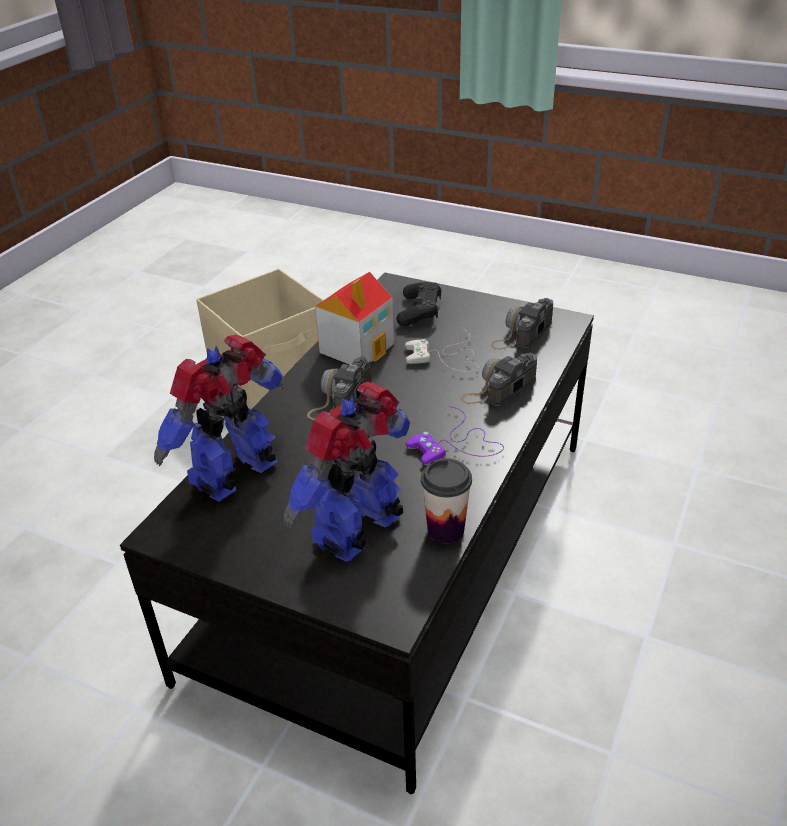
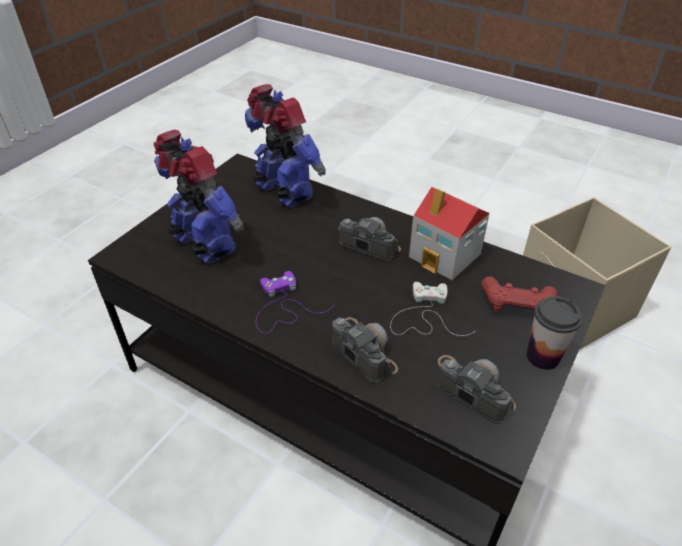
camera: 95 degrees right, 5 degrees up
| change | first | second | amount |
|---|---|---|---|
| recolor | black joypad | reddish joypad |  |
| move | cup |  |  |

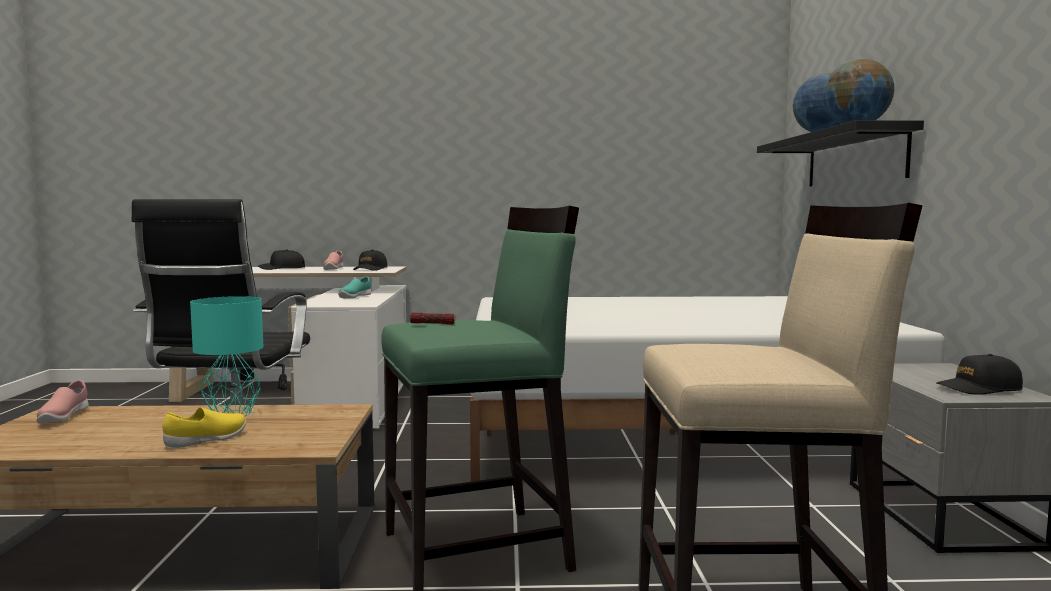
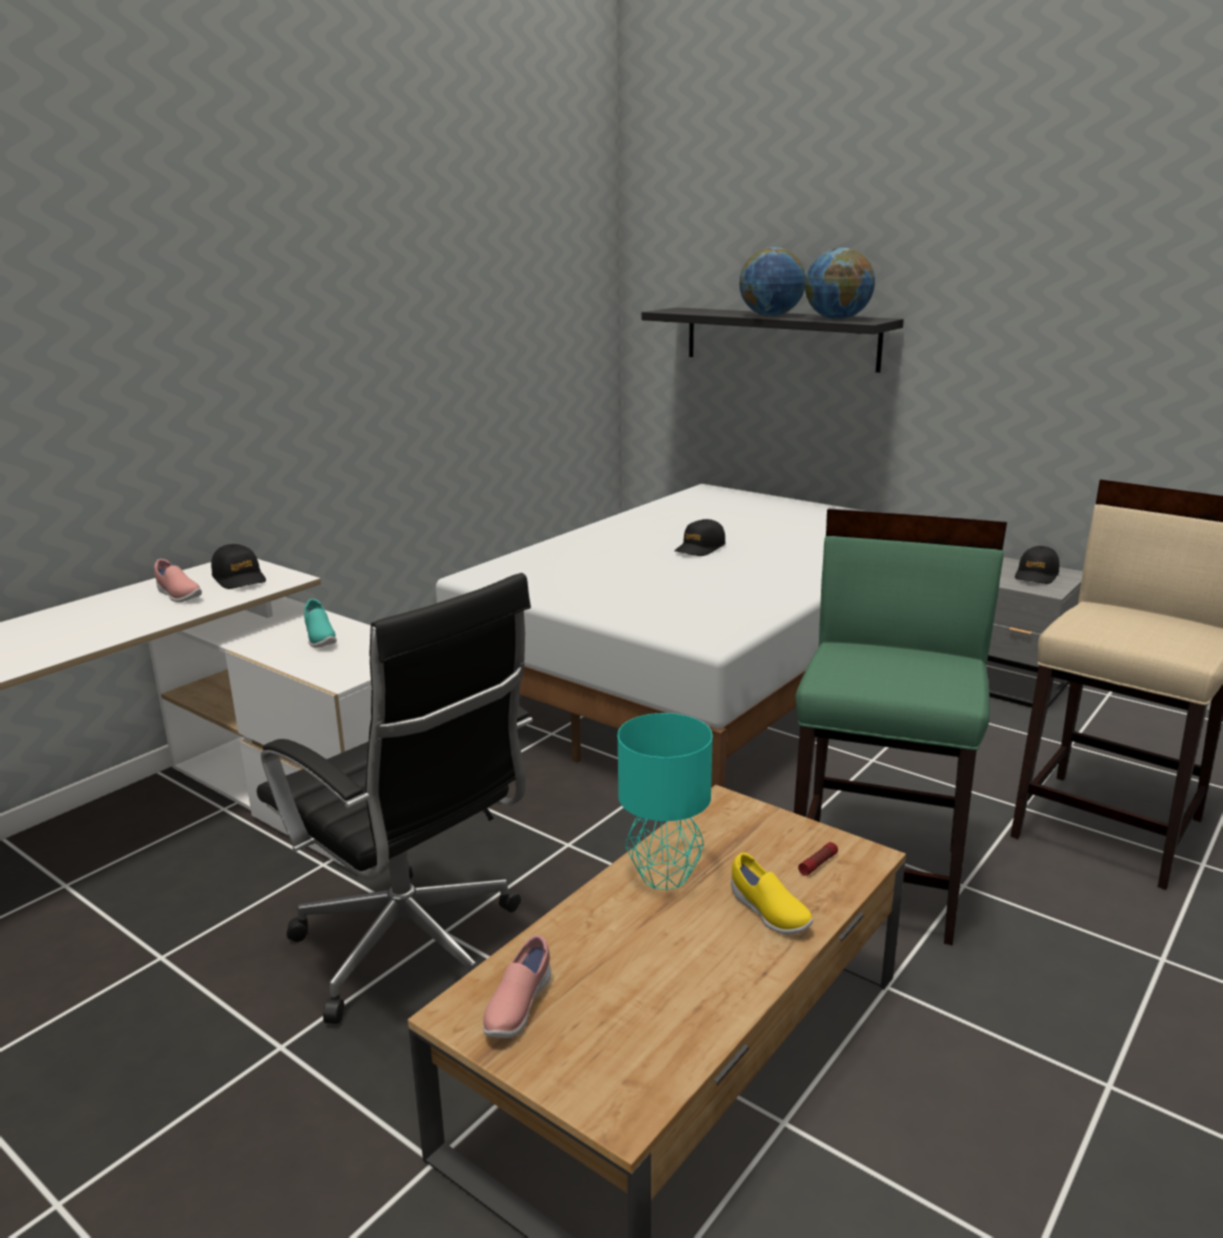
camera: 50 degrees left, 15 degrees up
| change | first | second | amount |
|---|---|---|---|
| rotate | pink low shoe (1st from left in the first image) | pink low shoe (2nd from left) | 75 degrees clockwise |
| rotate | yellow-coloured low shoe |  | 150 degrees clockwise |
| move | black baseball cap (1st from left in the first image) | black baseball cap (2nd from left) |  |
| move | hand torch |  |  |

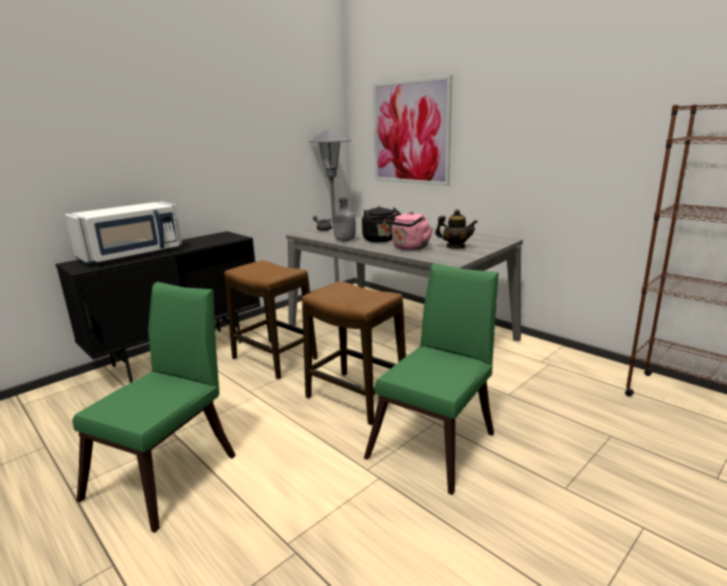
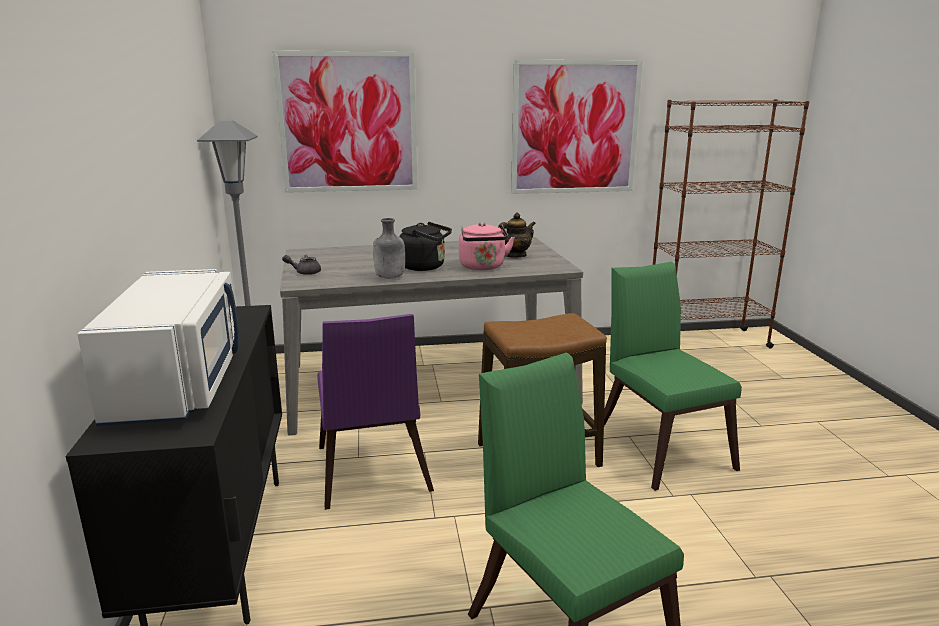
camera: 55 degrees left, 0 degrees up
| change | first | second | amount |
|---|---|---|---|
| replace | stool (1st from left) | purplish chair |  |
| insert |  | wall art (2nd from left) |  |

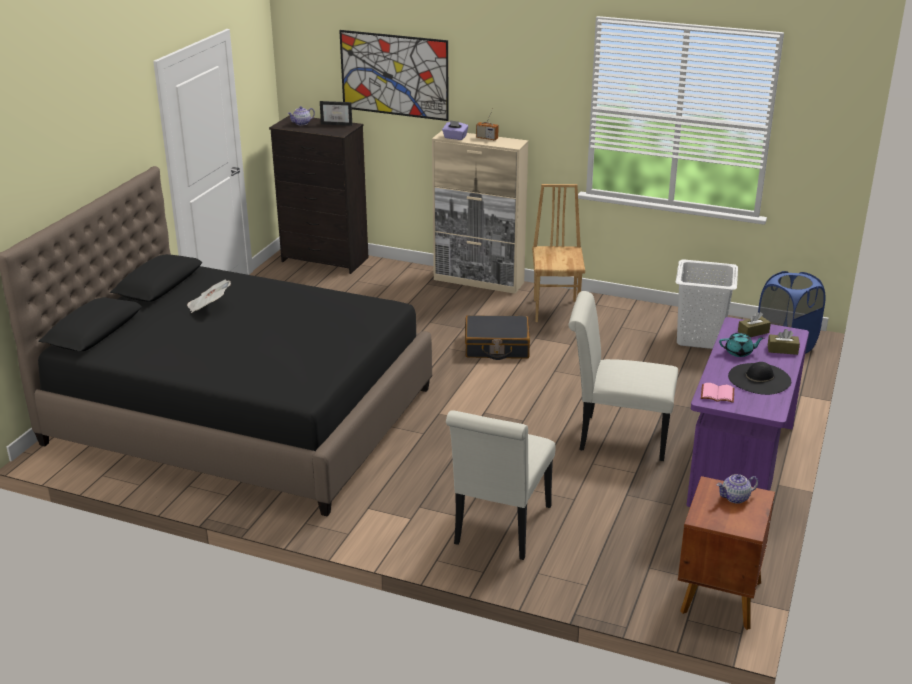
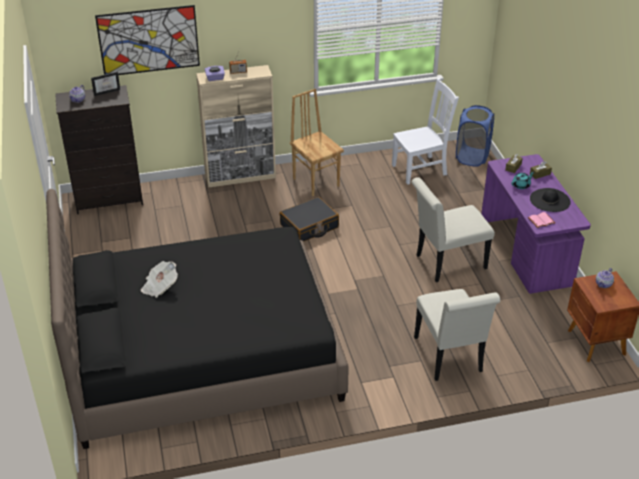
camera: 35 degrees left, 10 degrees up
| change | first | second | amount |
|---|---|---|---|
| replace | whitish hamper | whitish chair (1st from left) |  |

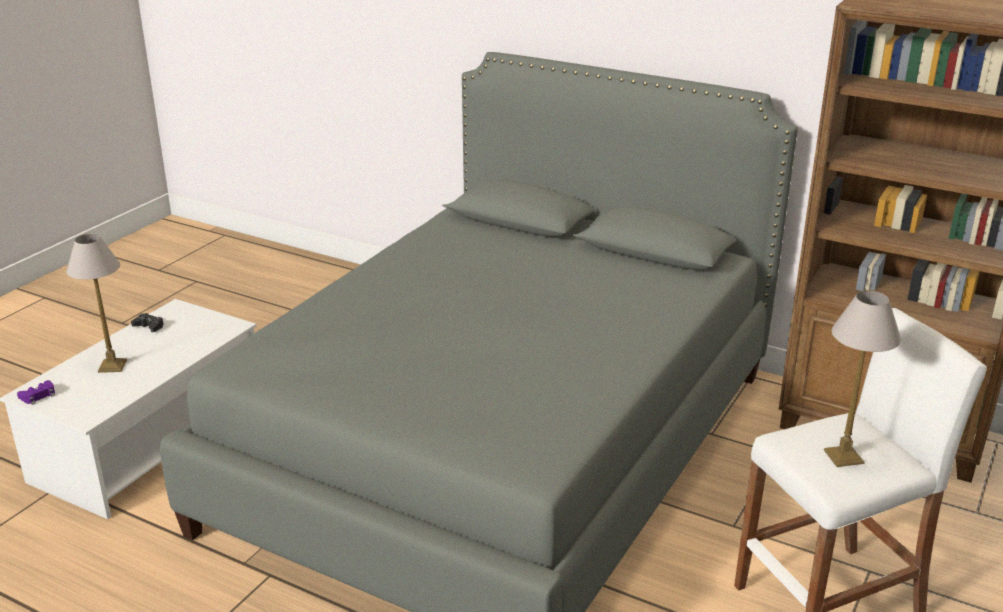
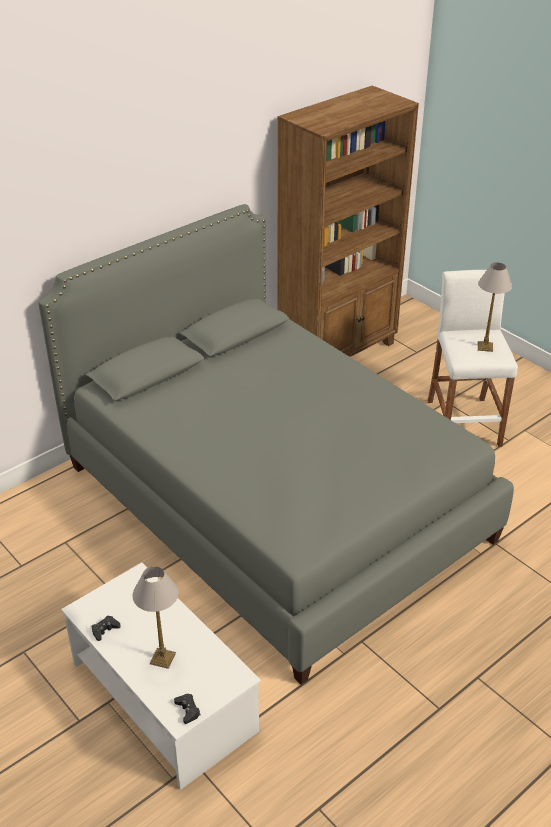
camera: 70 degrees left, 10 degrees up
| change | first | second | amount |
|---|---|---|---|
| recolor | purplish joypad | black joypad (2nd from left) |  |

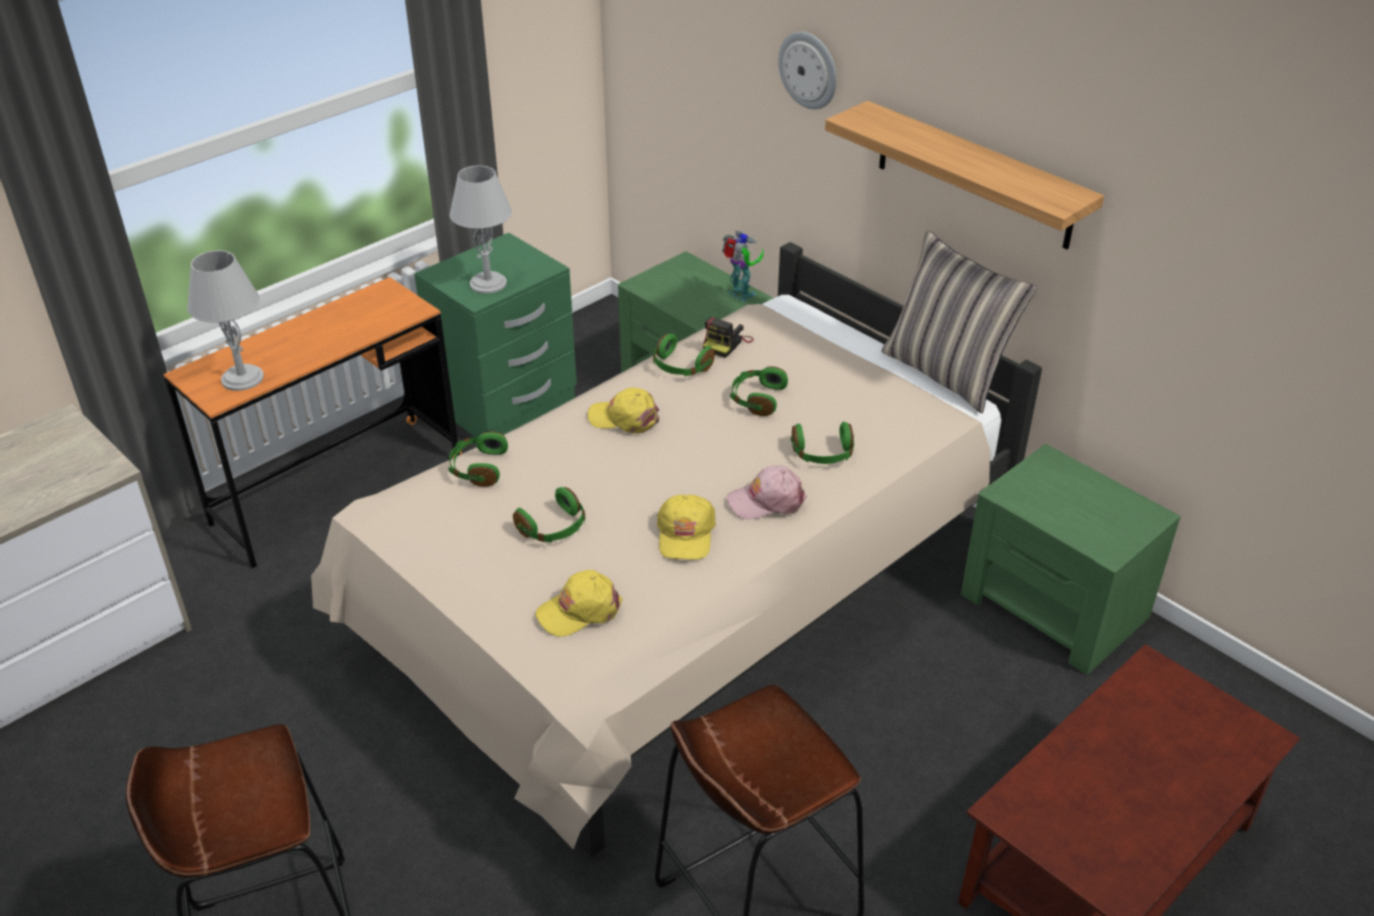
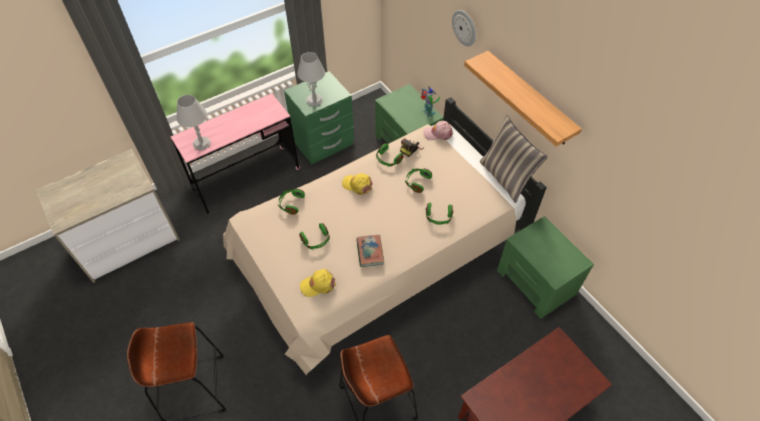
camera: 10 degrees right, 15 degrees up
| change | first | second | amount |
|---|---|---|---|
| recolor | orangey desk unit | pink desk unit |  |
| replace | yellow-coloured baseball cap (3rd from left) | volume |  |
| move | pink baseball cap |  |  |

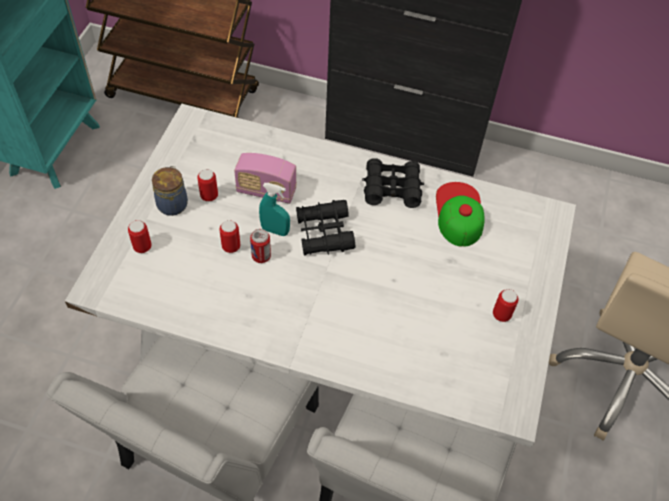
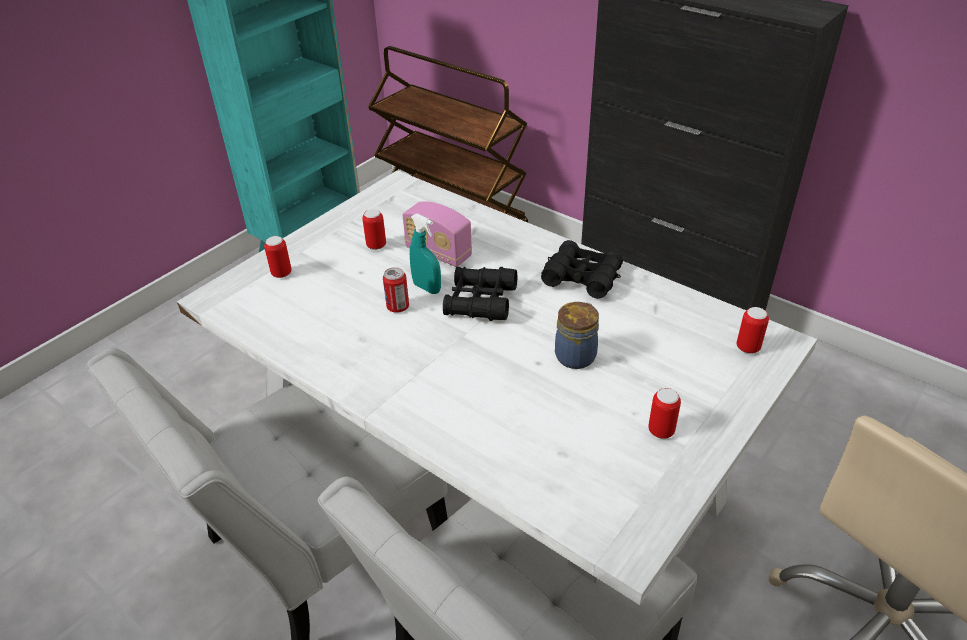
camera: 25 degrees right, 15 degrees down
| change | first | second | amount |
|---|---|---|---|
| move | jar |  |  |
| move | metal can (3rd from left in the first image) | metal can (5th from left) |  |
| delete | baseball cap |  |  |

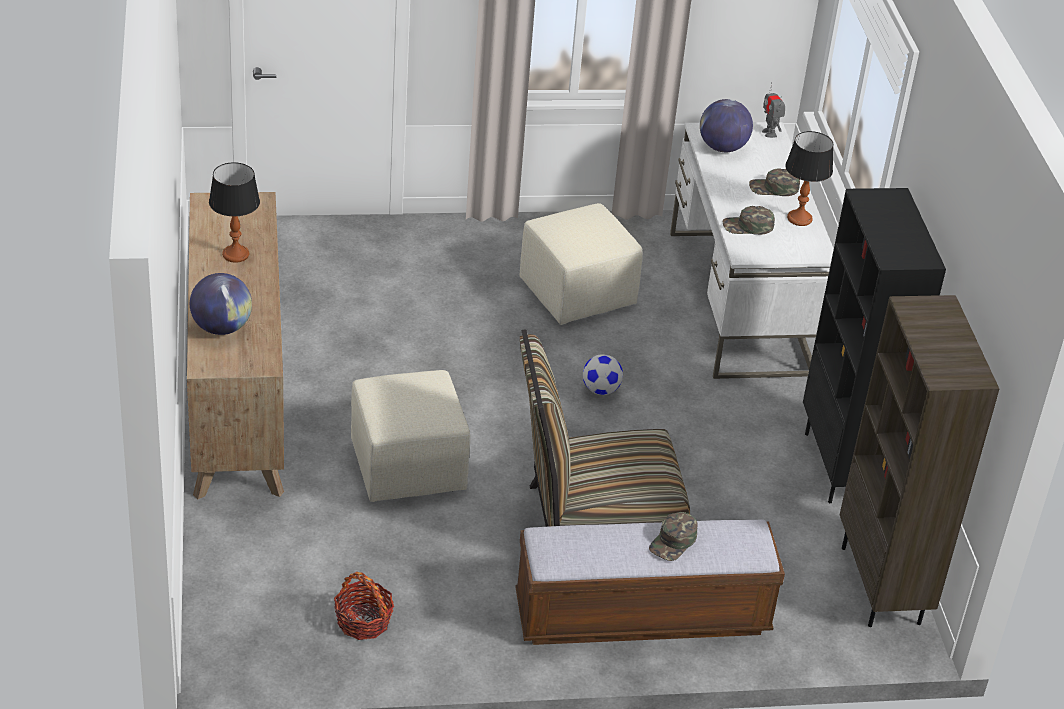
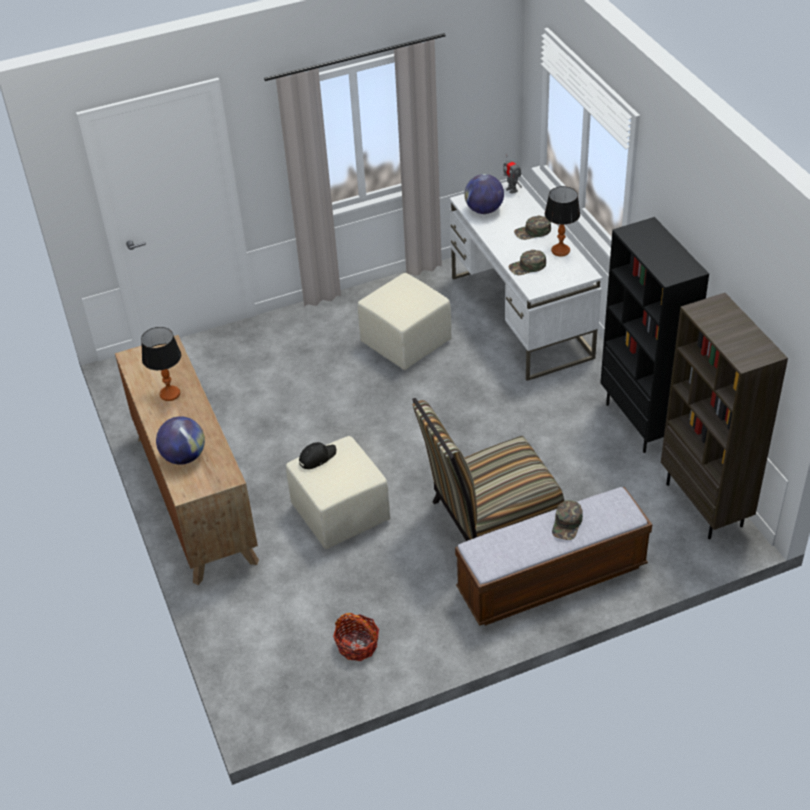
camera: 10 degrees left, 5 degrees up
| change | first | second | amount |
|---|---|---|---|
| delete | ball for football |  |  |
| insert |  | black baseball cap |  |

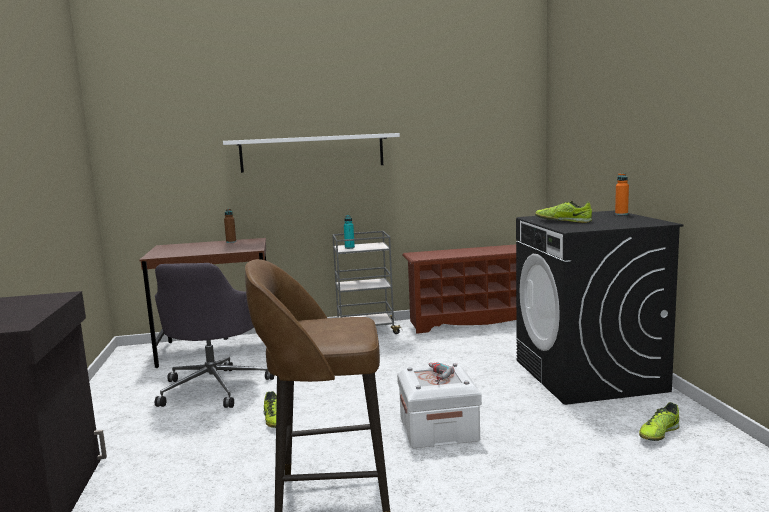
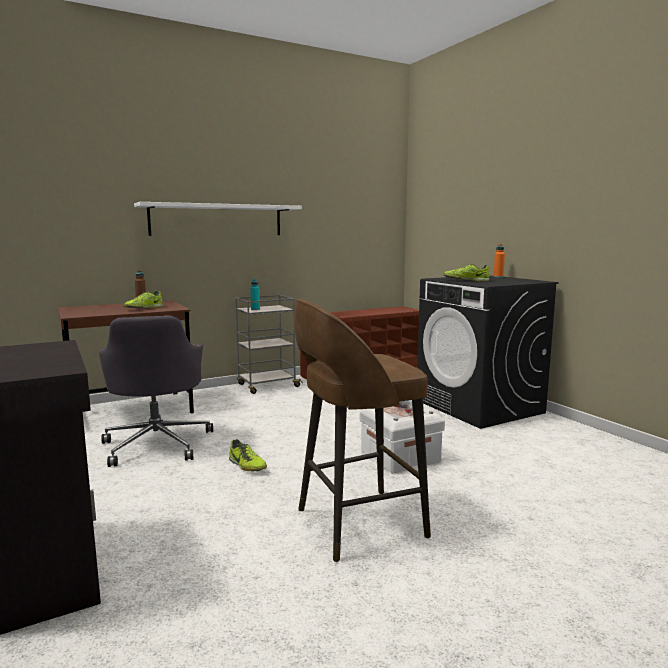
camera: 20 degrees left, 0 degrees up
| change | first | second | amount |
|---|---|---|---|
| move | low shoe (3rd from left in the first image) | low shoe (1st from left) |  |

